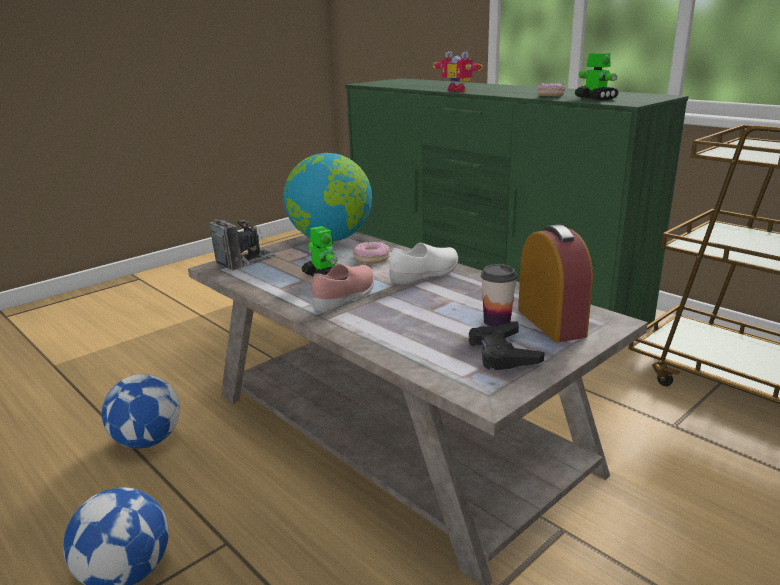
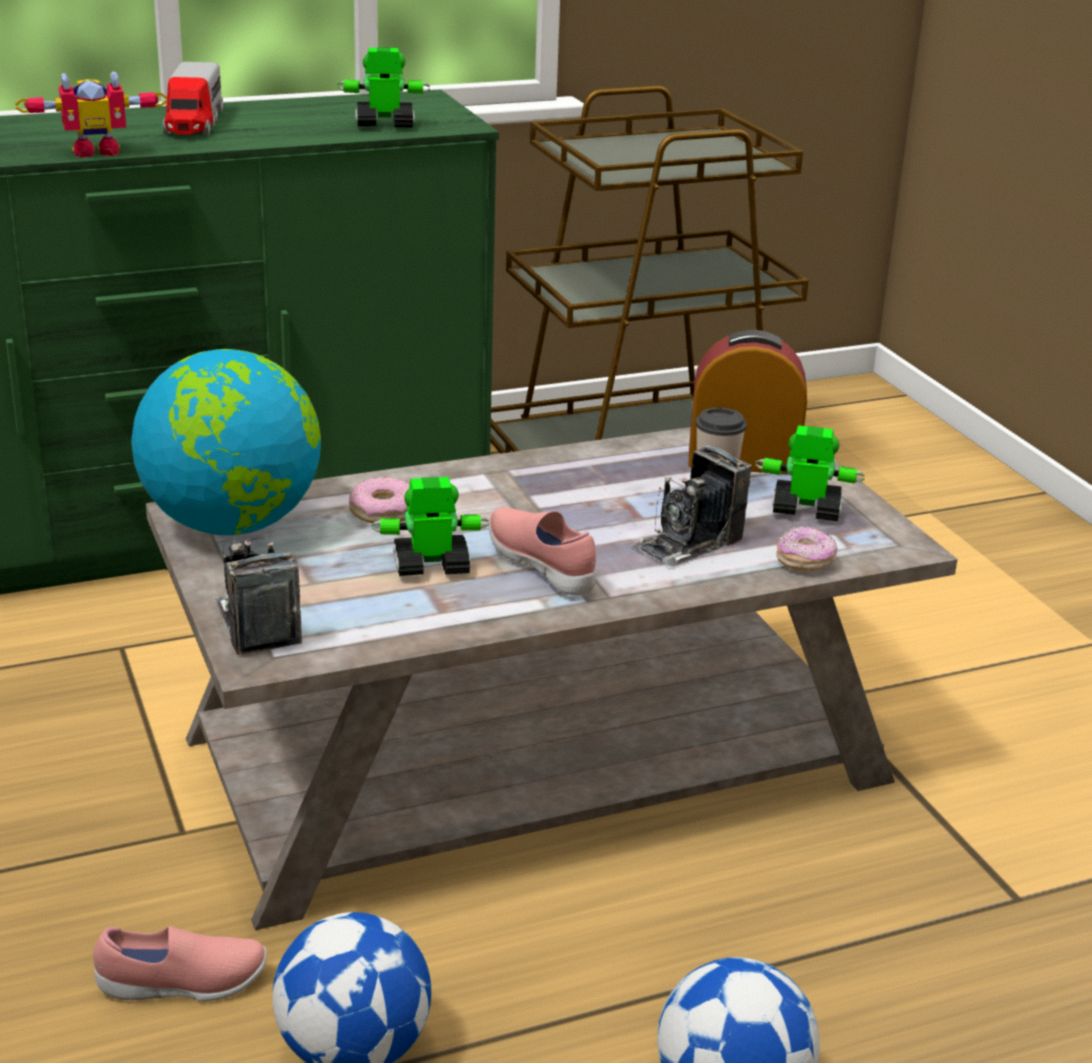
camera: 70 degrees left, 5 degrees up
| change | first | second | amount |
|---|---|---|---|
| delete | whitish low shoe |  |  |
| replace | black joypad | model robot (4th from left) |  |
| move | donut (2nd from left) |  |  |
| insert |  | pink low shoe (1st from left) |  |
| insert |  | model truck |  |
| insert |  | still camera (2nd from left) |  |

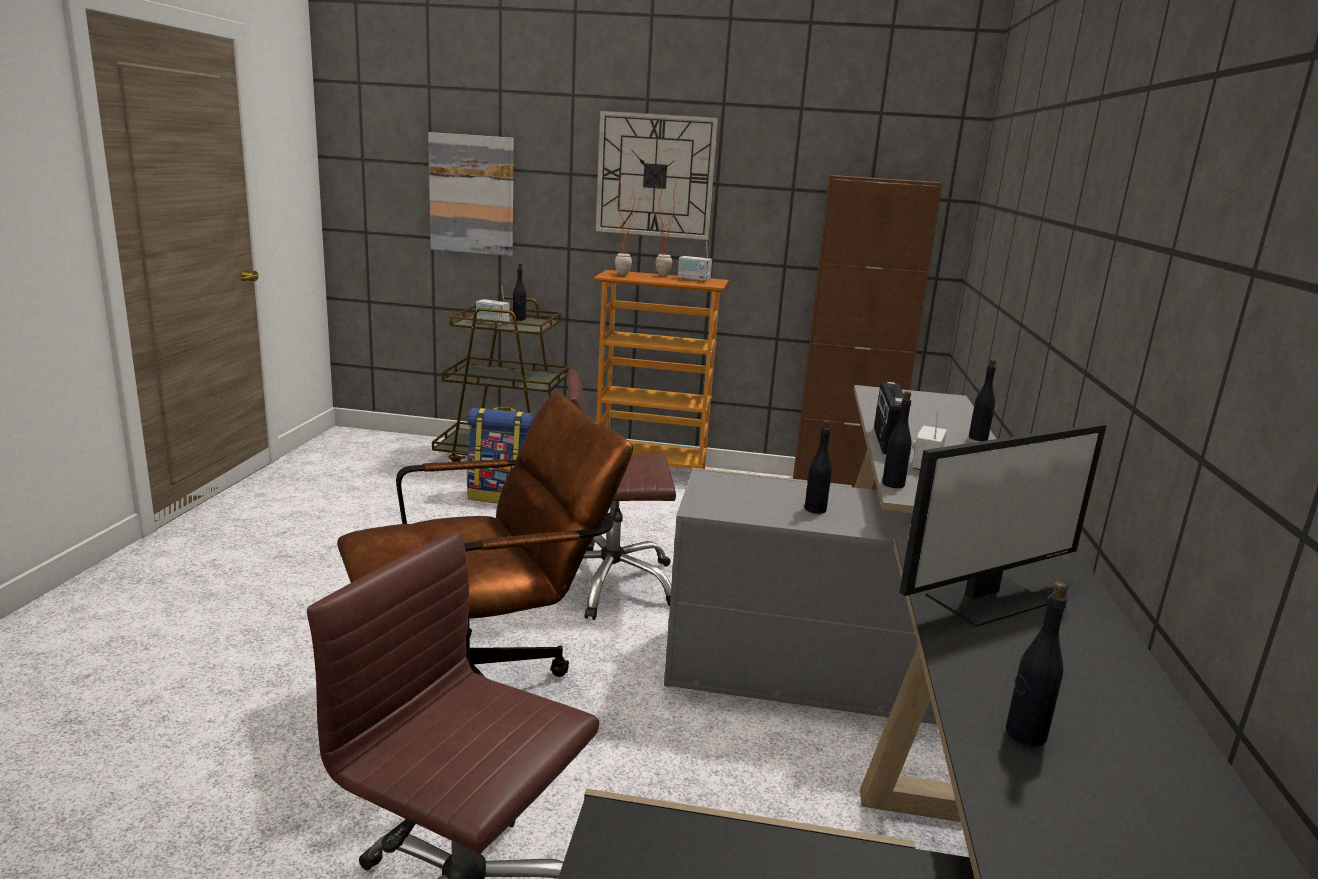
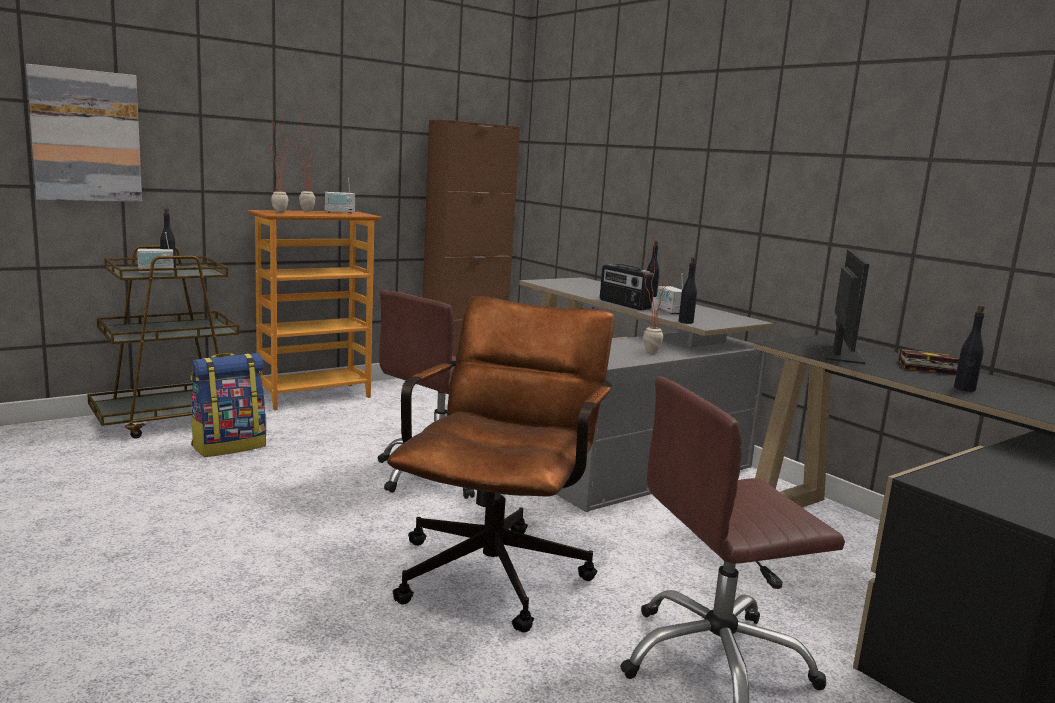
camera: 45 degrees left, 5 degrees down
| change | first | second | amount |
|---|---|---|---|
| delete | wall clock |  |  |
| replace | black beverage bottle (2nd from left) | potted plant (3rd from left) |  |
| insert |  | volume |  |

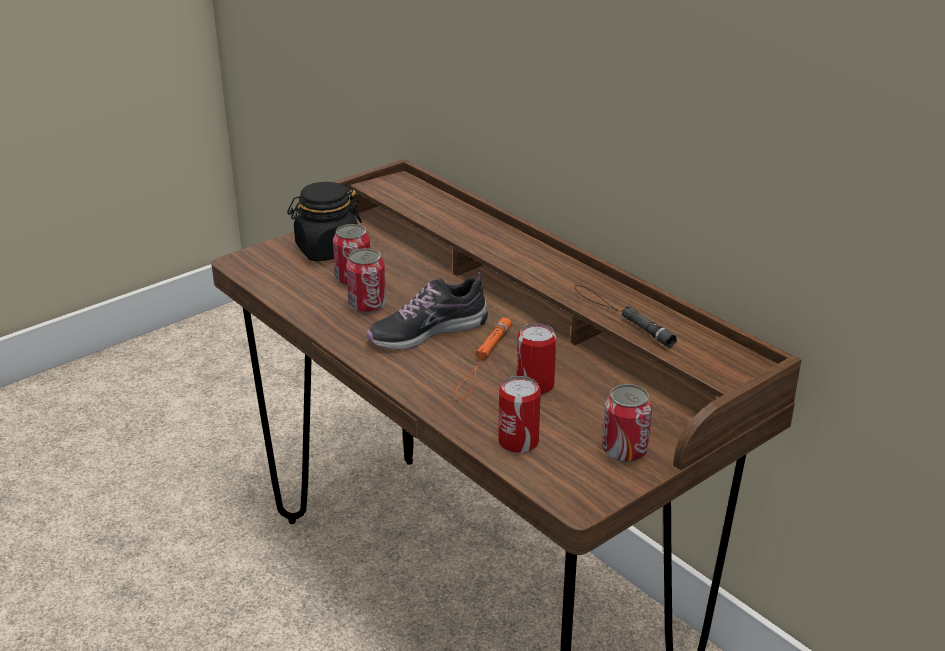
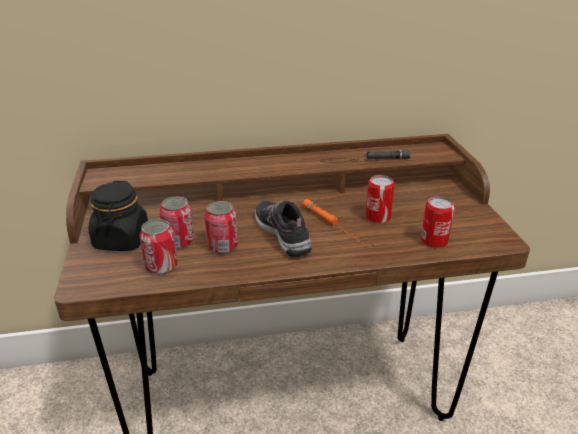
camera: 60 degrees left, 0 degrees up
| change | first | second | amount |
|---|---|---|---|
| rotate | low shoe |  | 150 degrees clockwise |
| move | metal can (5th from left in the first image) | metal can (1st from left) |  |

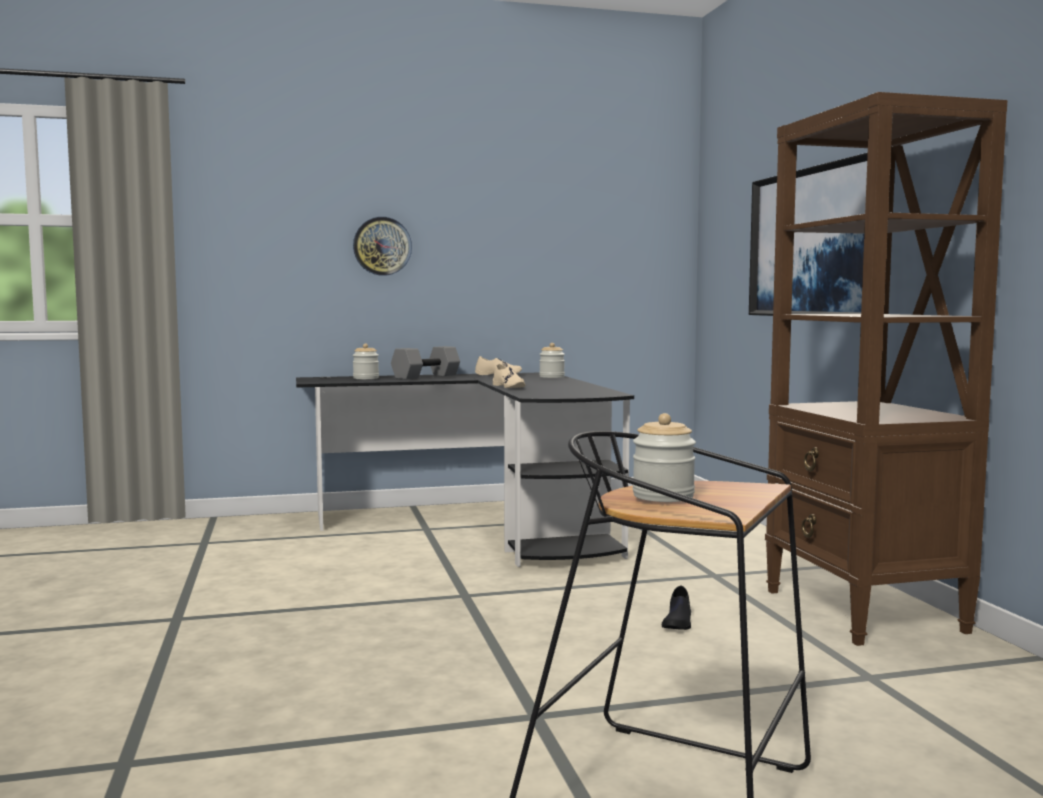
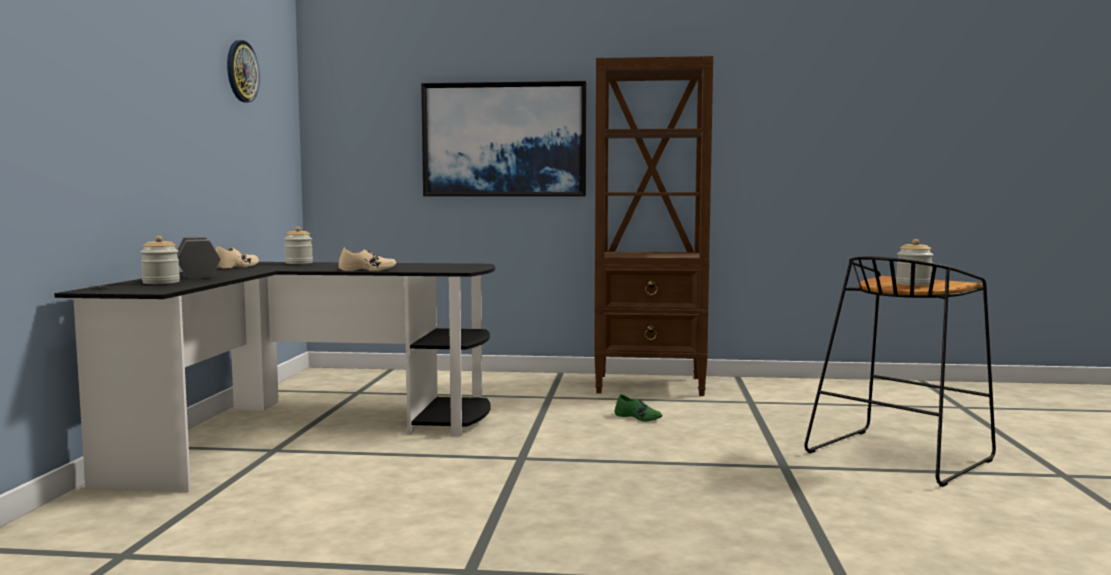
camera: 70 degrees left, 0 degrees up
| change | first | second | amount |
|---|---|---|---|
| move | wall clock |  |  |
| recolor | black low shoe | green-coloured low shoe |  |

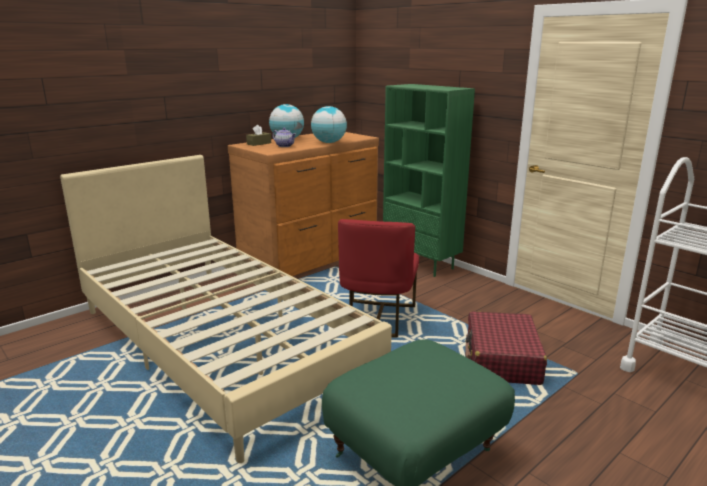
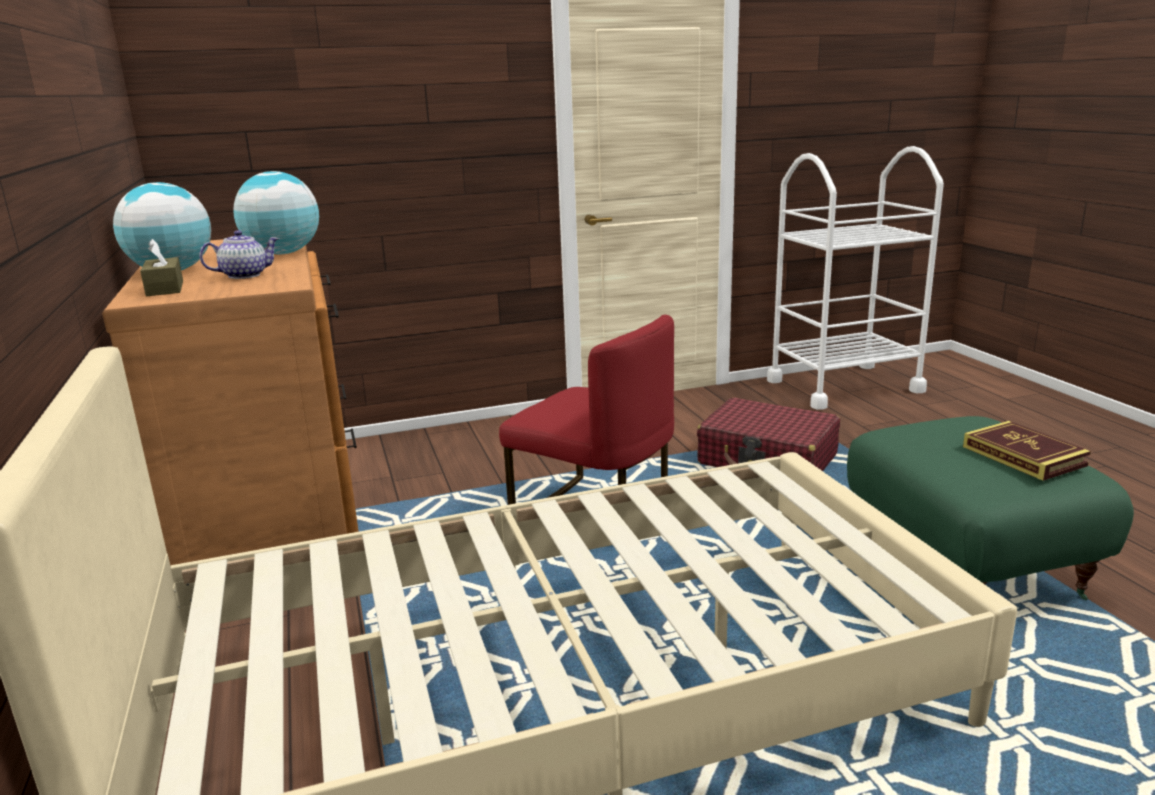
camera: 65 degrees left, 0 degrees up
| change | first | second | amount |
|---|---|---|---|
| delete | green-coloured shelving unit |  |  |
| insert |  | volume |  |

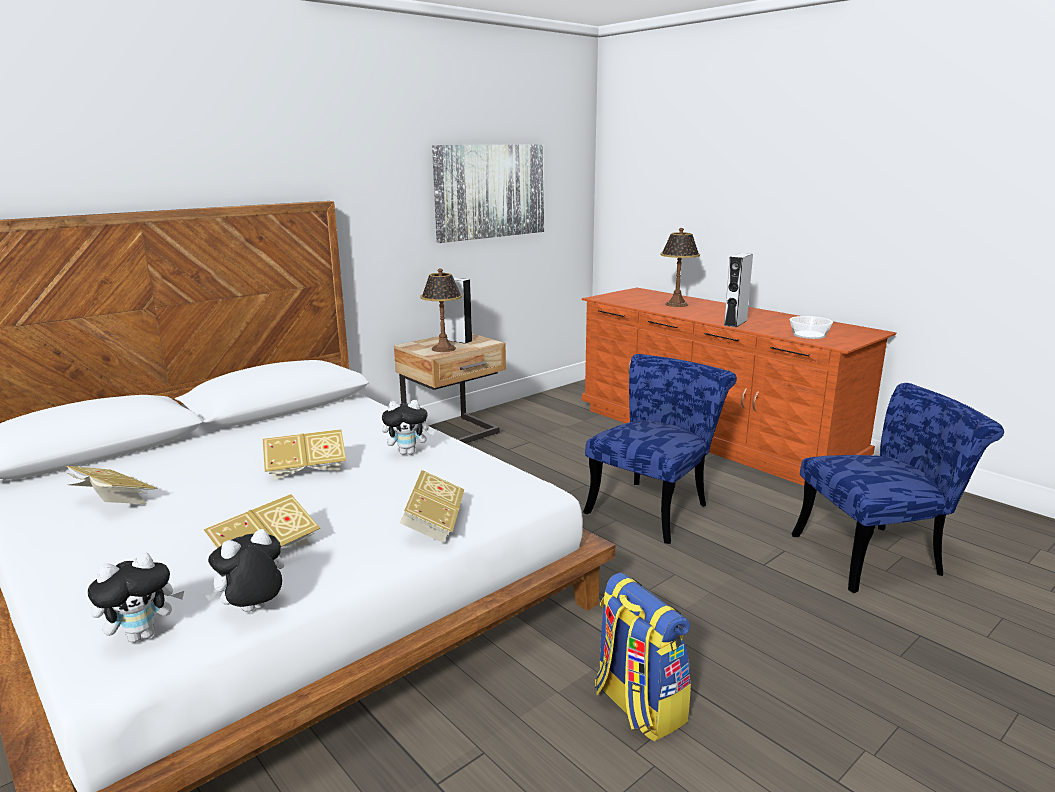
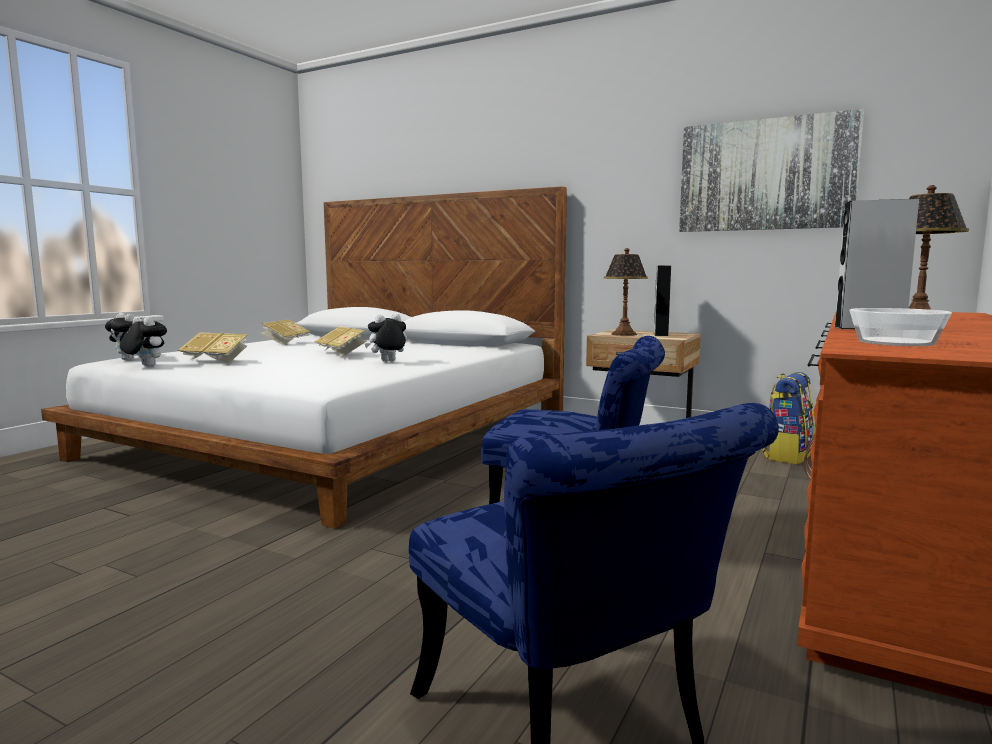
camera: 70 degrees right, 10 degrees down
| change | first | second | amount |
|---|---|---|---|
| rotate | soft toy (3rd from left) |  | 90 degrees clockwise |
| delete | volume (4th from left) |  |  |
| move | rucksack |  |  |

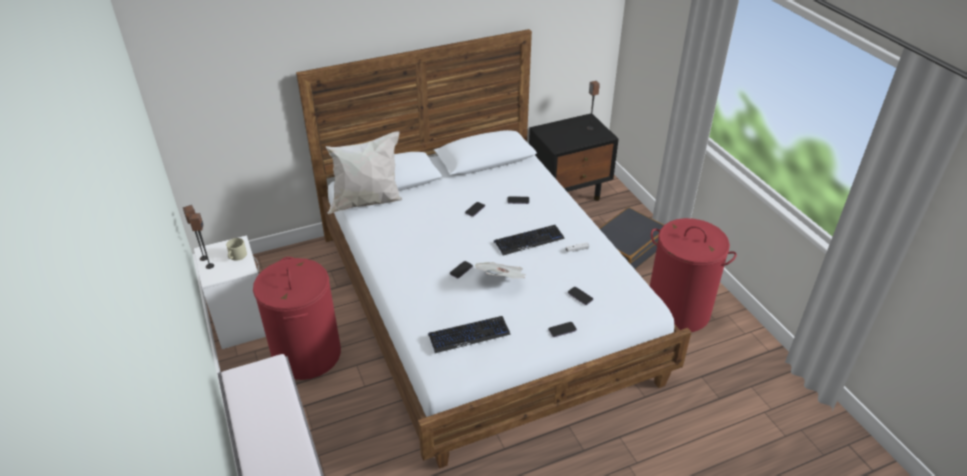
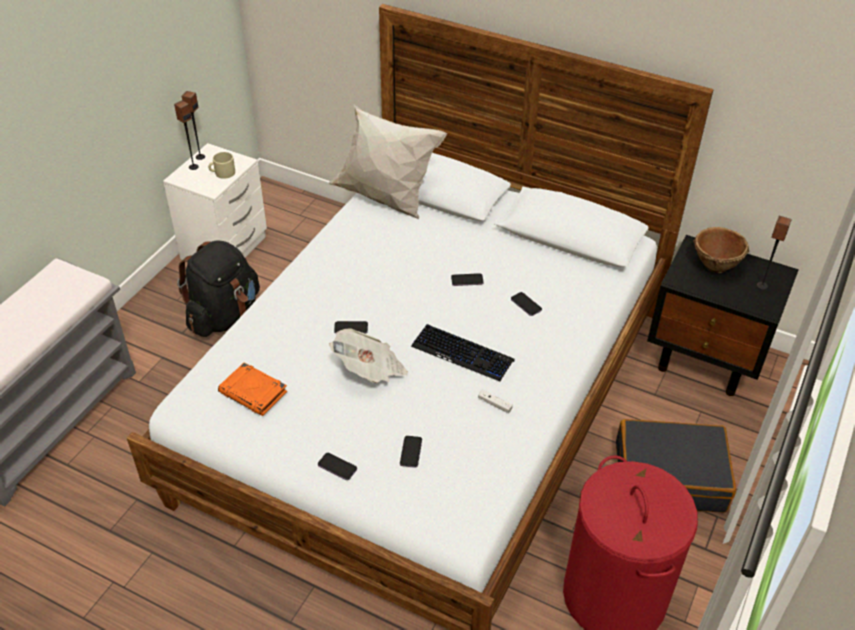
camera: 50 degrees right, 5 degrees up
| change | first | second | amount |
|---|---|---|---|
| replace | reddish hamper (1st from left) | black rucksack |  |
| replace | PC keyboard (1st from left) | orangey volume |  |
| insert |  | brown-coloured deep dish |  |

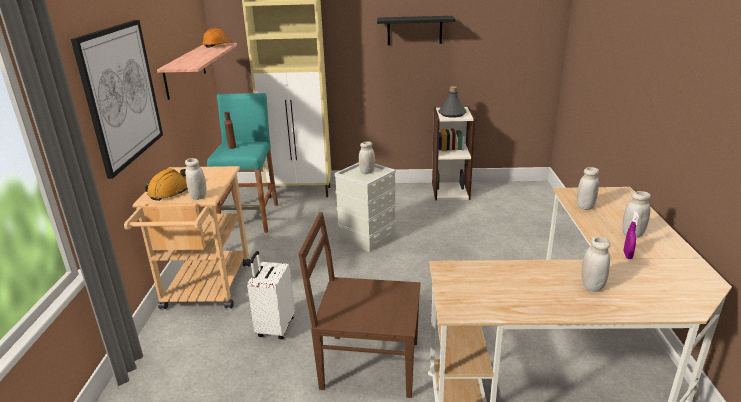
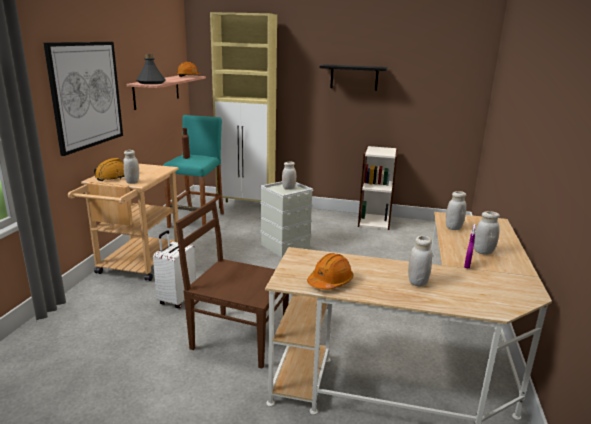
camera: 10 degrees right, 5 degrees down
| change | first | second | amount |
|---|---|---|---|
| move | grey beverage bottle |  |  |
| insert |  | orangey work helmet (3rd from left) |  |

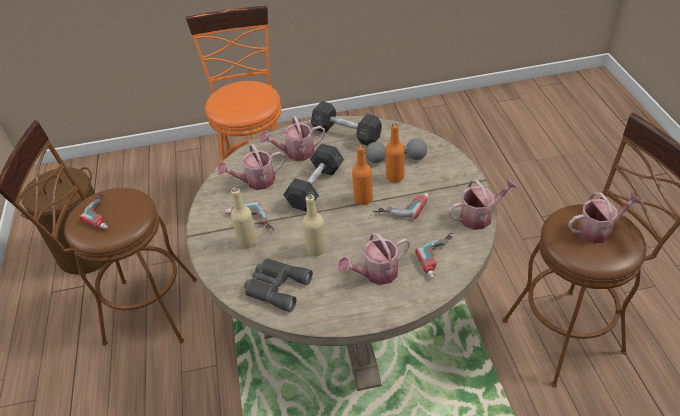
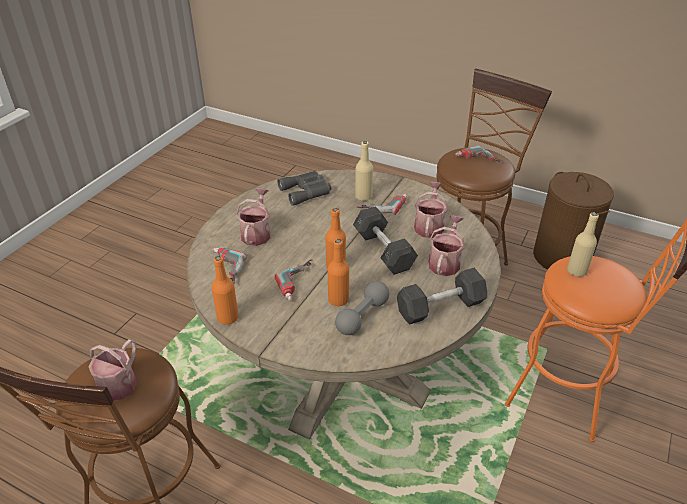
camera: 125 degrees right, 5 degrees down
| change | first | second | amount |
|---|---|---|---|
| move | sand-coloured beverage bottle (2nd from left) |  |  |
| replace | sprinkling can (4th from left) | orangey beverage bottle (1st from left) |  |

